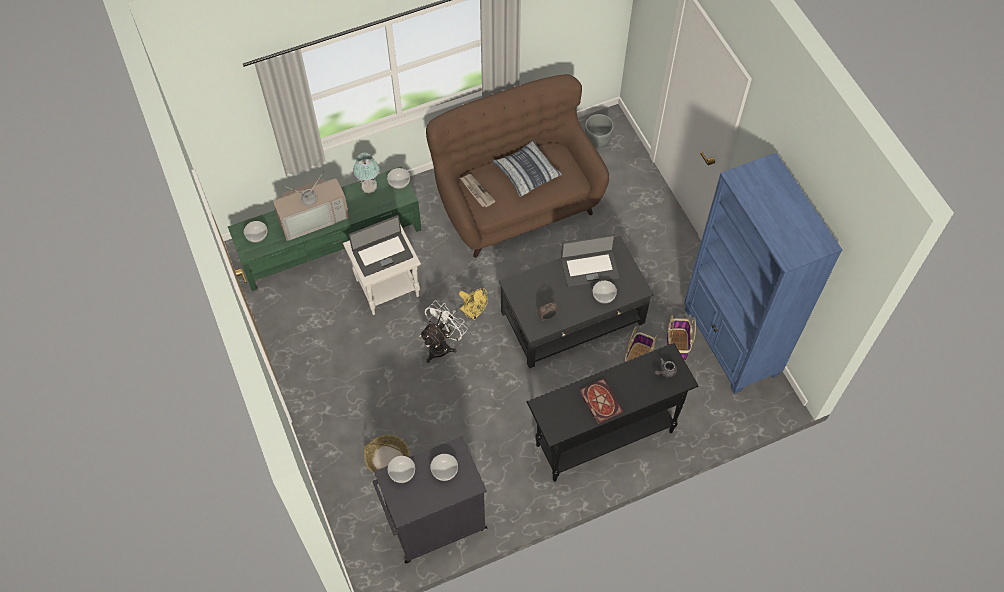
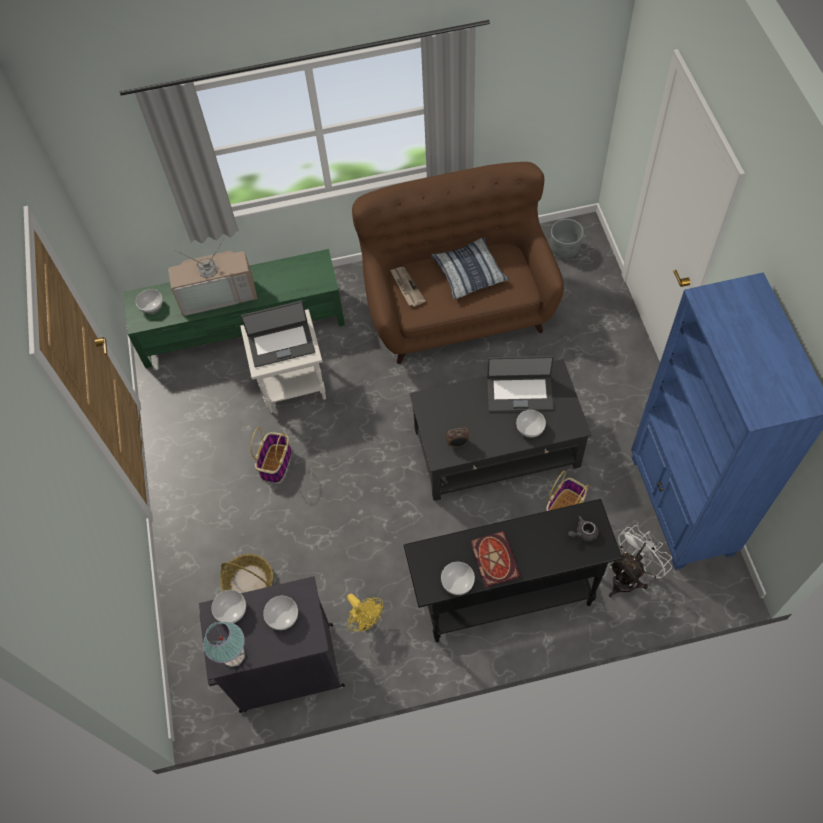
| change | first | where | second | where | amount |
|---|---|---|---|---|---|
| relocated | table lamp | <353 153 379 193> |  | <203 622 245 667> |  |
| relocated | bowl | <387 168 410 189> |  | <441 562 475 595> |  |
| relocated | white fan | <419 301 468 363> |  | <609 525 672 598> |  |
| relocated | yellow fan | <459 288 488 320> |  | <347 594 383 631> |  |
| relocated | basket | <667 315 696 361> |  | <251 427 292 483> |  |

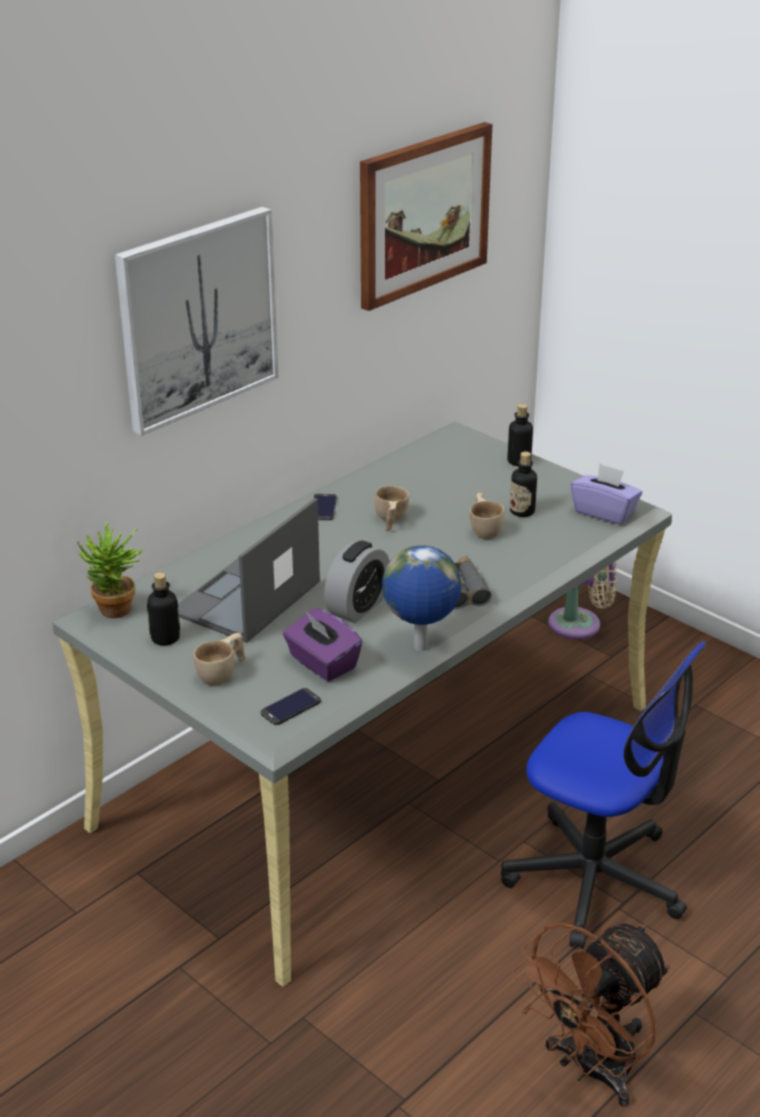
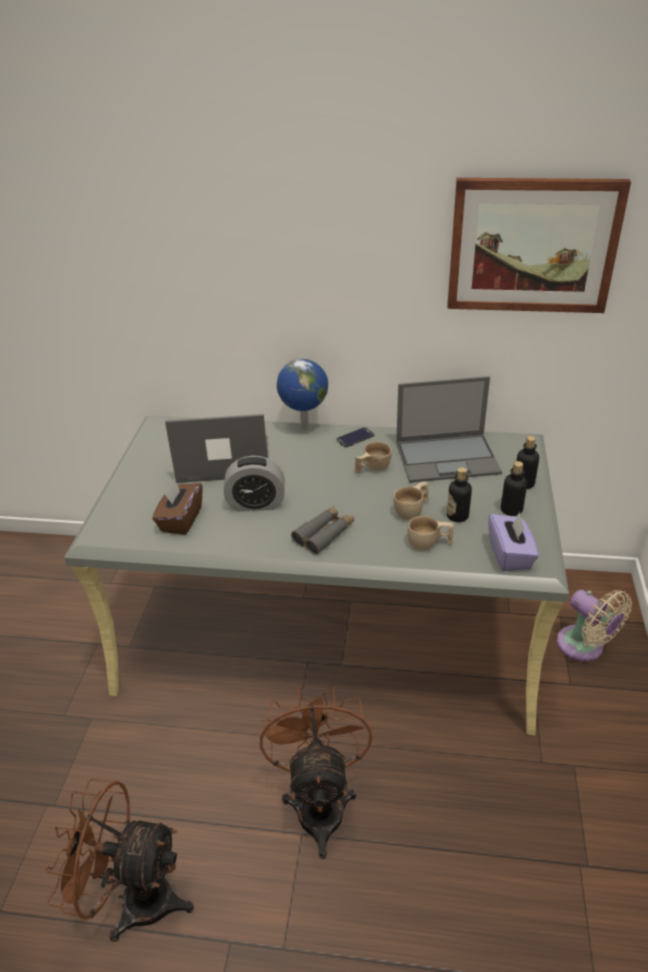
| change | first | where | second | where | amount |
|---|---|---|---|---|---|
| missing | potted plant | <77 521 145 618> |  |  |  |
| missing | picture | <115 207 278 436> |  |  |  |
| missing | phone | <261 688 321 725> |  |  |  |
| appeared |  |  | laptop | <396 376 502 483> |  |
| relocated | bottle | <147 572 180 646> |  | <501 461 527 516> |  |
| relocated | beige cup | <193 633 245 686> |  | <408 516 454 551> |  |
| relocated | globe | <382 546 461 651> |  | <277 359 328 429> |  |
| exchanged | office chair | <501 641 707 949> | brown fan | <260 686 372 859> |  |
| colour | purple tissue box | <283 608 363 681> | brown tissue box | <152 479 202 535> |  |

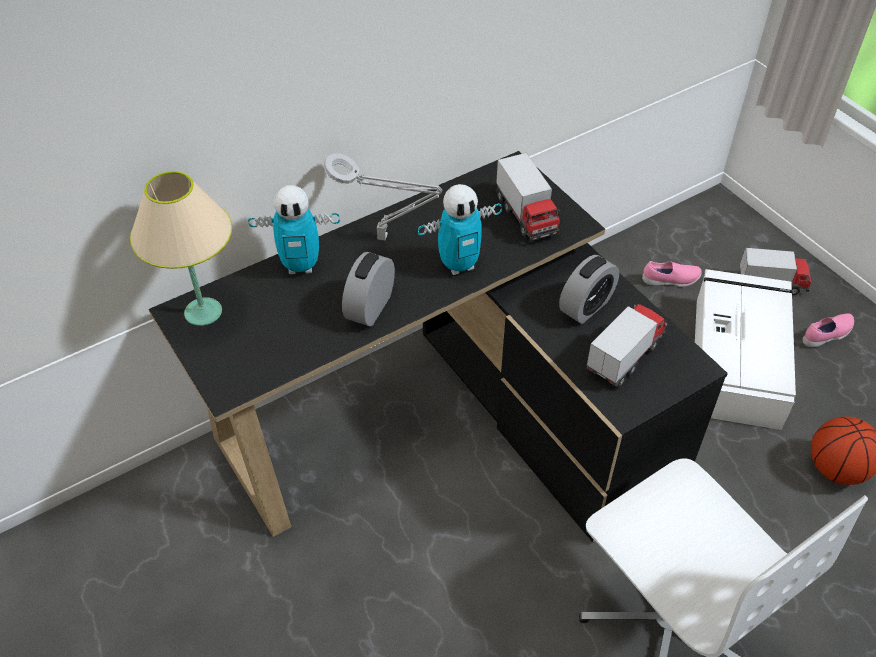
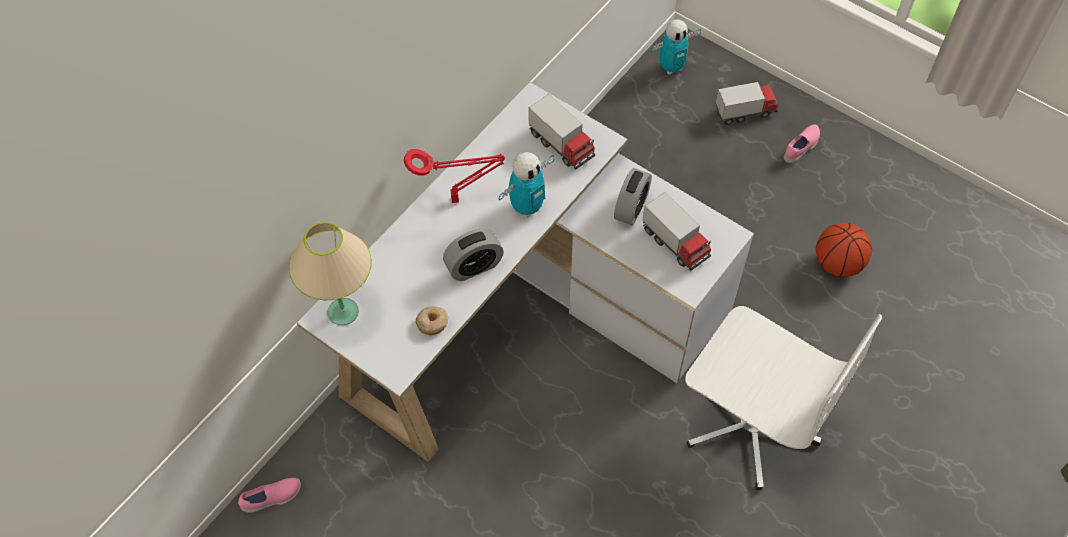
| change | first | where | second | where | amount |
|---|---|---|---|---|---|
| missing | white storage box | <695 269 796 430> |  |  |  |
| appeared |  |  | donut | <416 306 448 336> |  |
| relocated | toy robot | <248 185 340 274> |  | <649 19 701 75> |  |
| relocated | pink shoe | <642 261 702 287> |  | <238 478 301 512> |  |
| colour | black desk | <149 151 728 542> | white desk | <297 82 754 462> |  |
| colour | grey table lamp | <324 153 442 240> | red table lamp | <404 149 505 203> |  |
| spun | alarm clock | <342 252 395 326> |  | <443 229 504 281> | 120 degrees counterclockwise |
| spun | toy truck | <587 304 668 388> |  | <643 192 711 271> | 120 degrees clockwise |

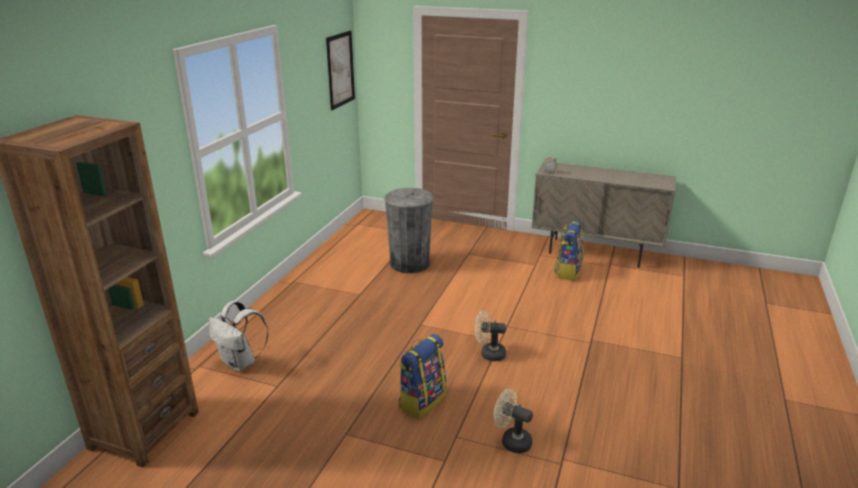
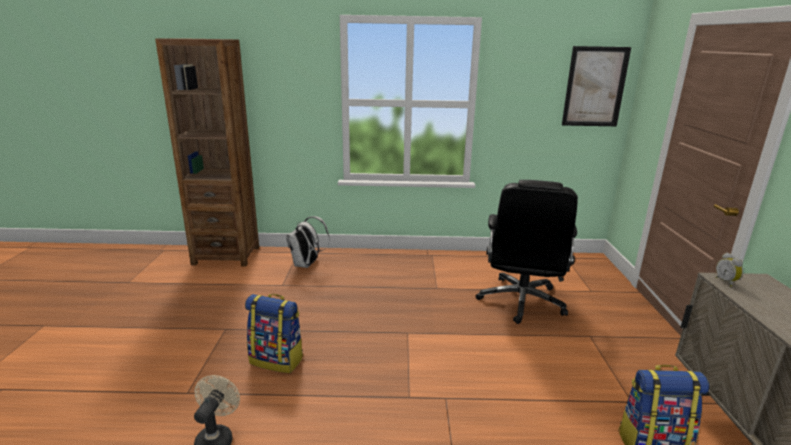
| change | first | where | second | where | amount |
|---|---|---|---|---|---|
| missing | beige fan | <475 310 506 361> |  |  |  |
| exchanged | grey trash can | <384 188 434 273> | black office chair | <476 180 578 324> |  |

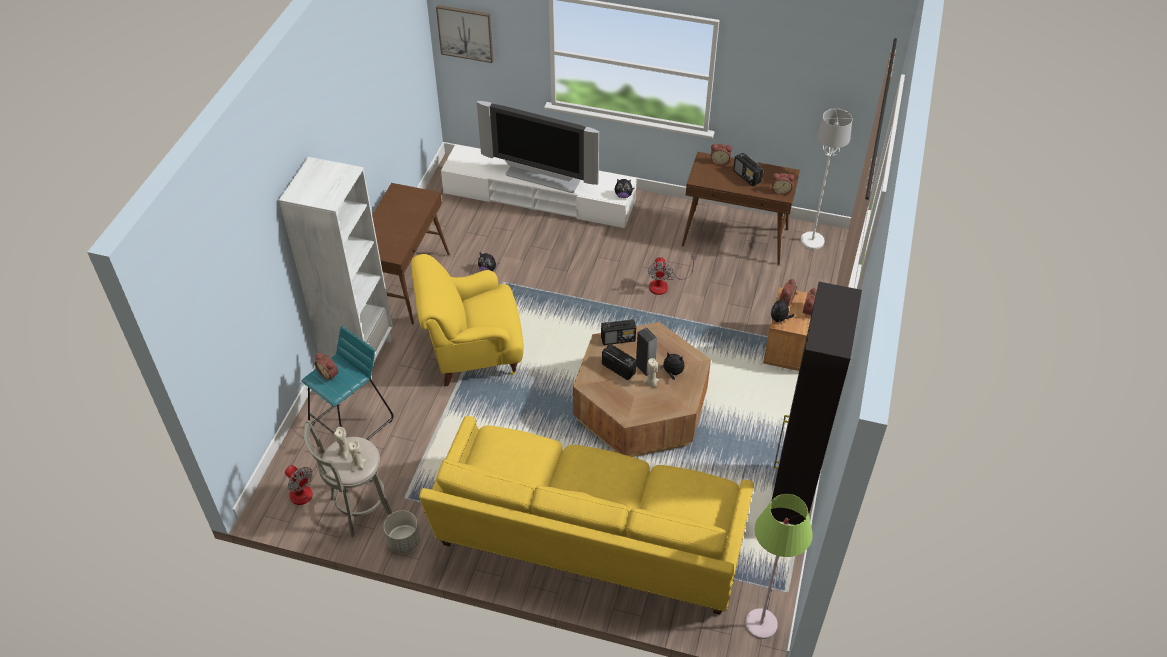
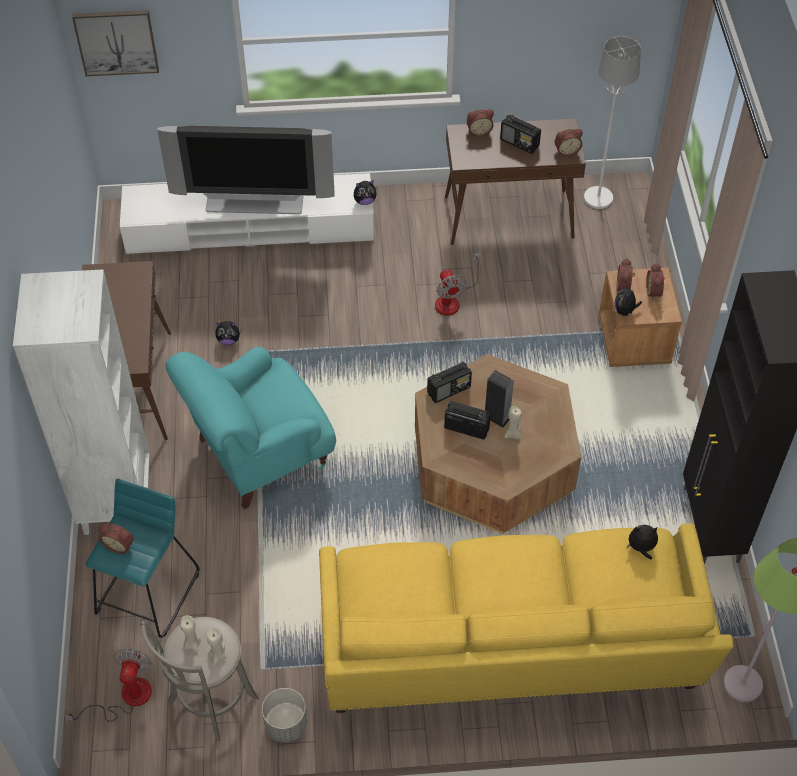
| change | first | where | second | where | amount |
|---|---|---|---|---|---|
| relocated | plush toy | <660 352 684 380> |  | <627 525 658 559> |  |
| colour | yellow armchair | <411 254 524 386> | turquoise armchair | <165 347 336 509> |  |
| spun | fan | <285 437 318 505> |  | <64 648 152 722> | 105 degrees counterclockwise |

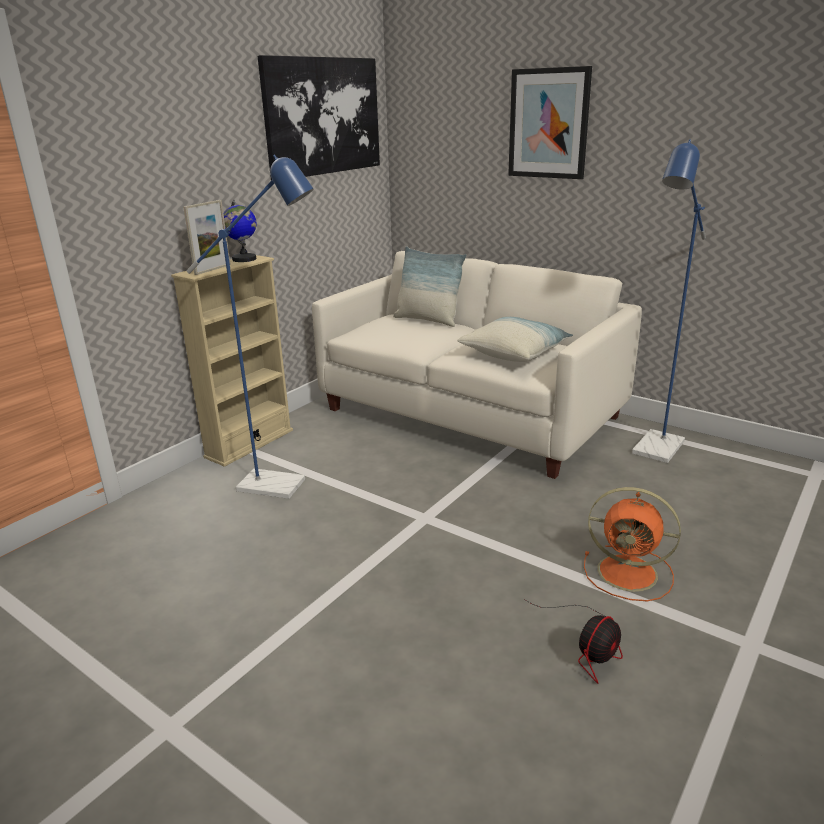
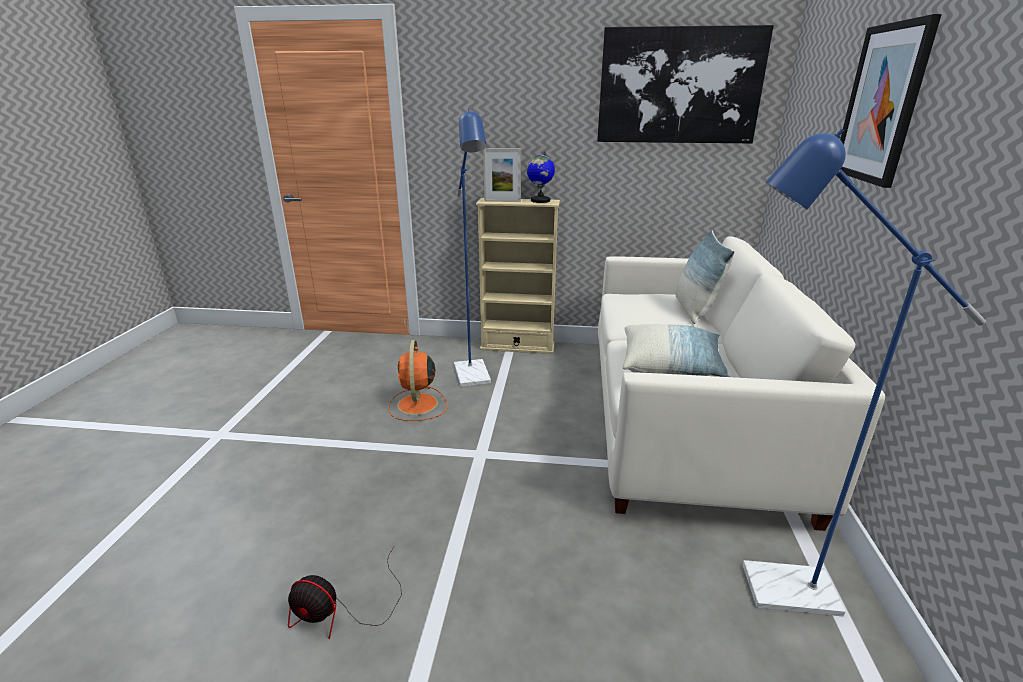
| change | first | where | second | where | amount |
|---|---|---|---|---|---|
| relocated | orange fan | <584 487 681 601> |  | <388 340 447 421> |  |

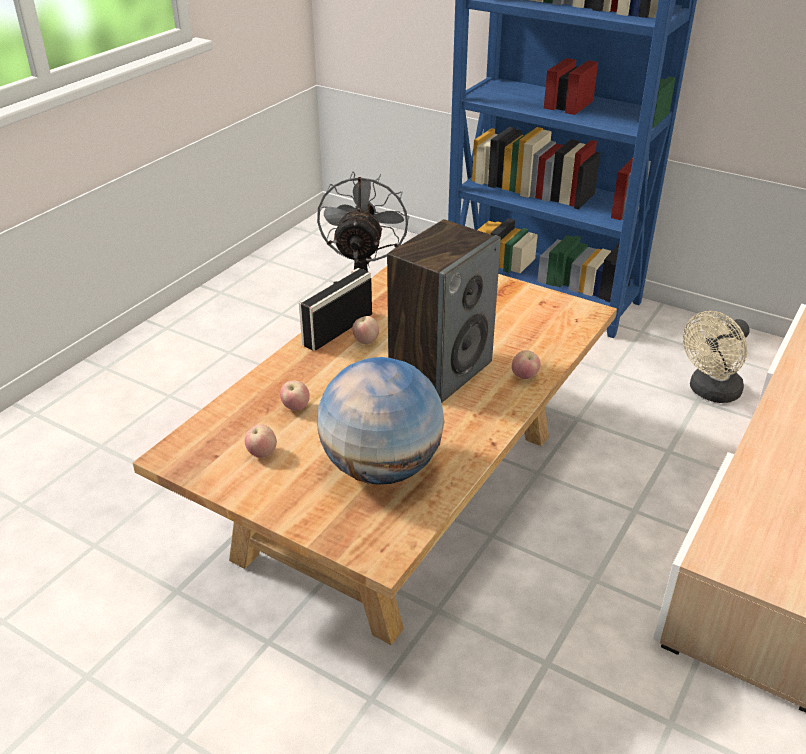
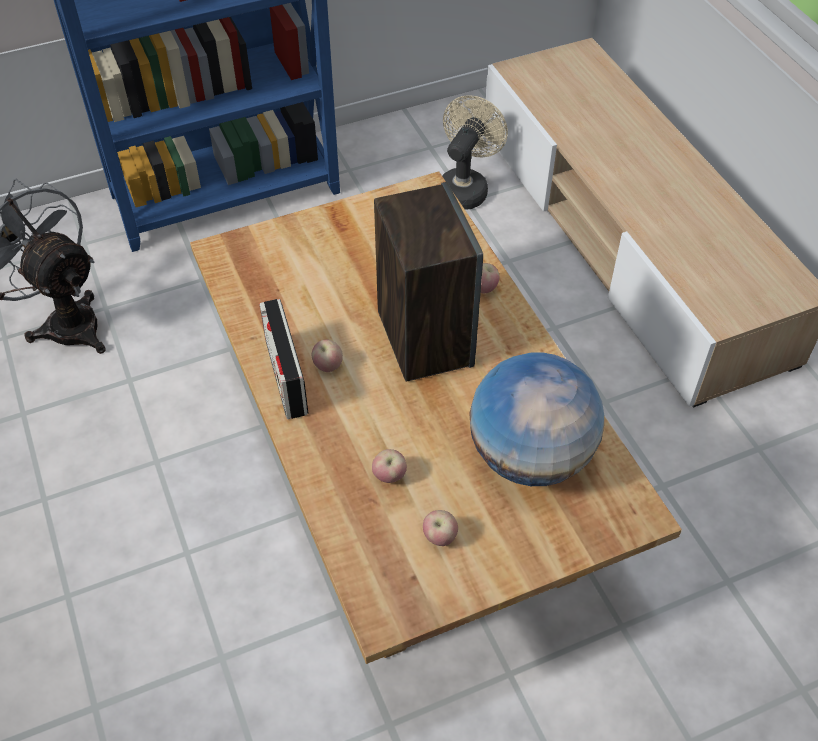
| change | first | where | second | where | amount |
|---|---|---|---|---|---|
| spun | beige fan | <683 311 750 403> |  | <442 96 508 210> | 150 degrees counterclockwise |

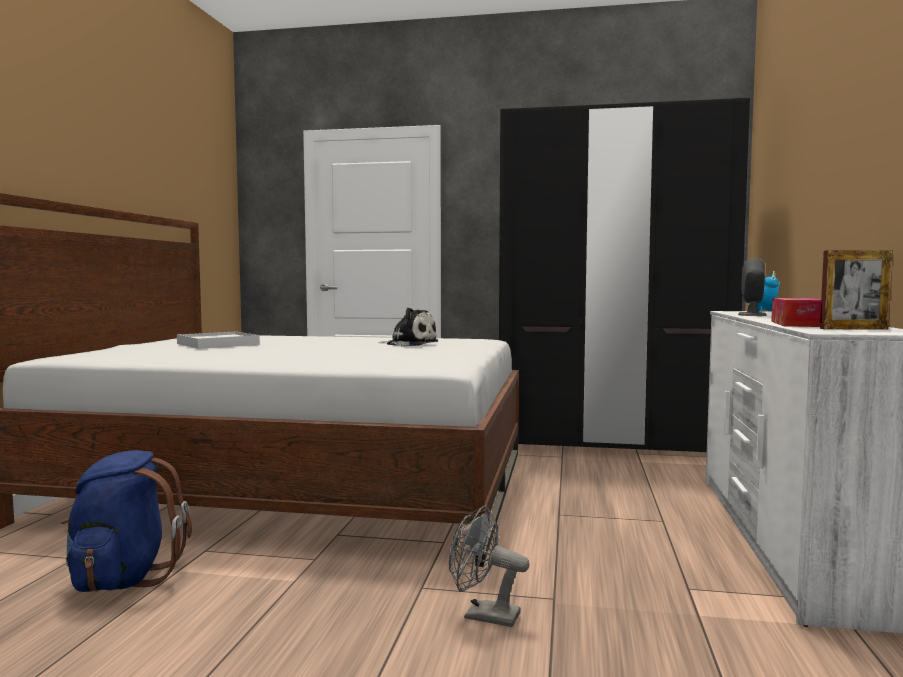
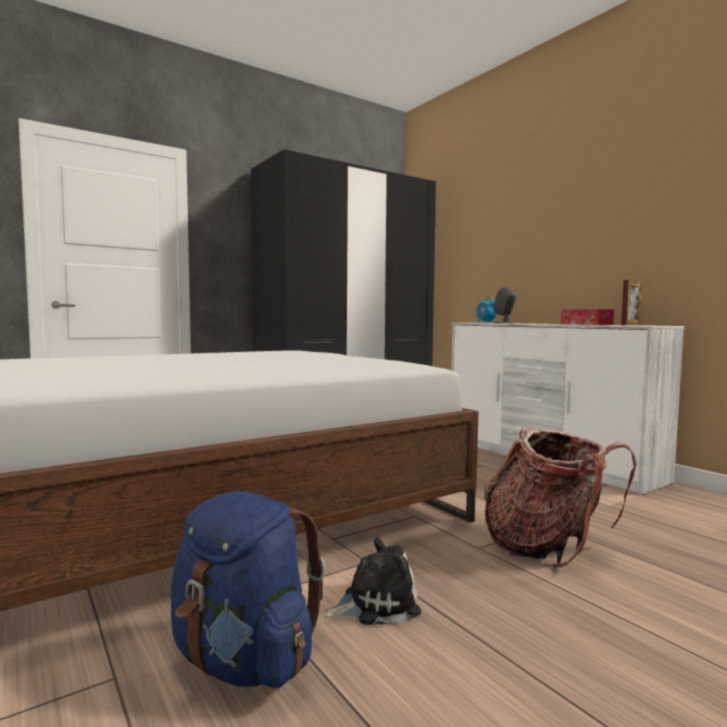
| change | first | where | second | where | amount |
|---|---|---|---|---|---|
| missing | white tray | <177 332 260 349> |  |  |  |
| relocated | plush toy | <378 307 438 347> |  | <324 537 421 625> |  |
| exchanged | grey fan | <449 506 530 627> | backpack | <484 428 637 568> |  |

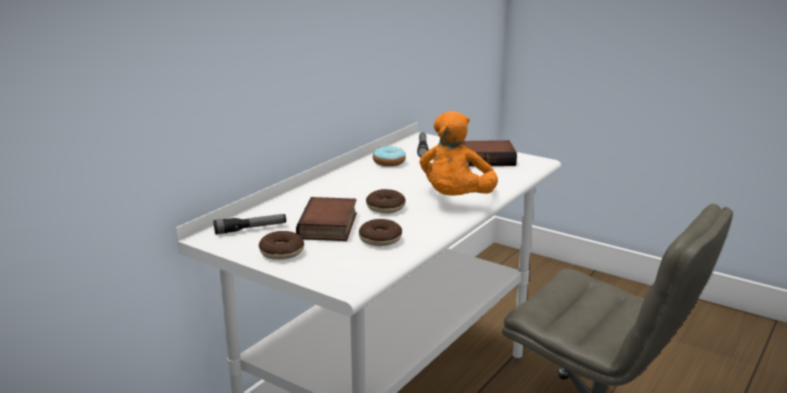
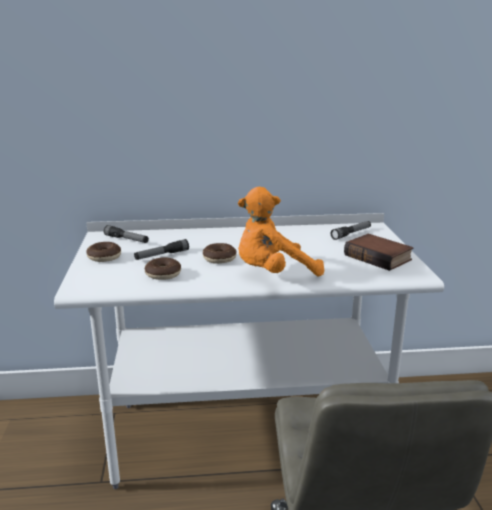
| change | first | where | second | where | amount |
|---|---|---|---|---|---|
| missing | donut | <373 146 406 167> |  |  |  |
| exchanged | book | <296 197 357 241> | flashlight | <134 239 189 260> |  |

